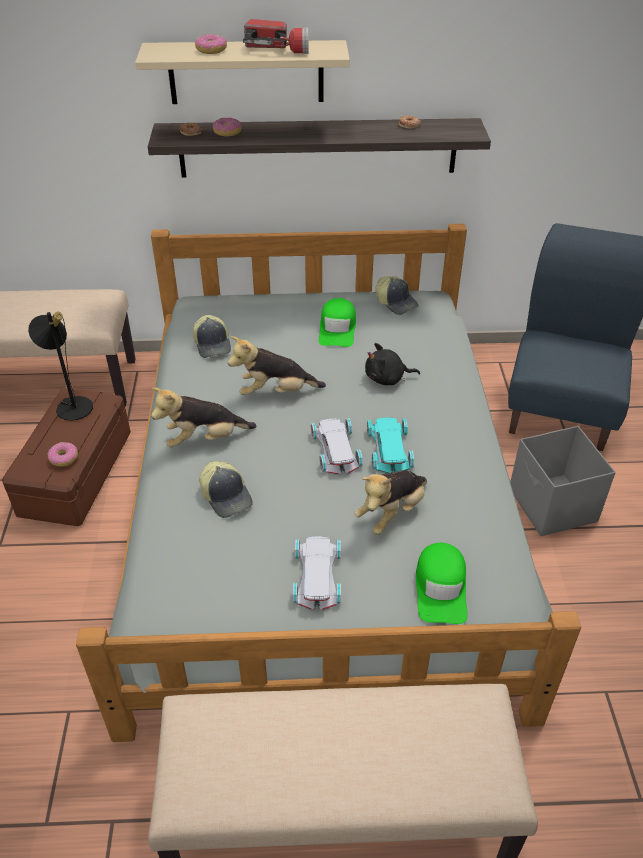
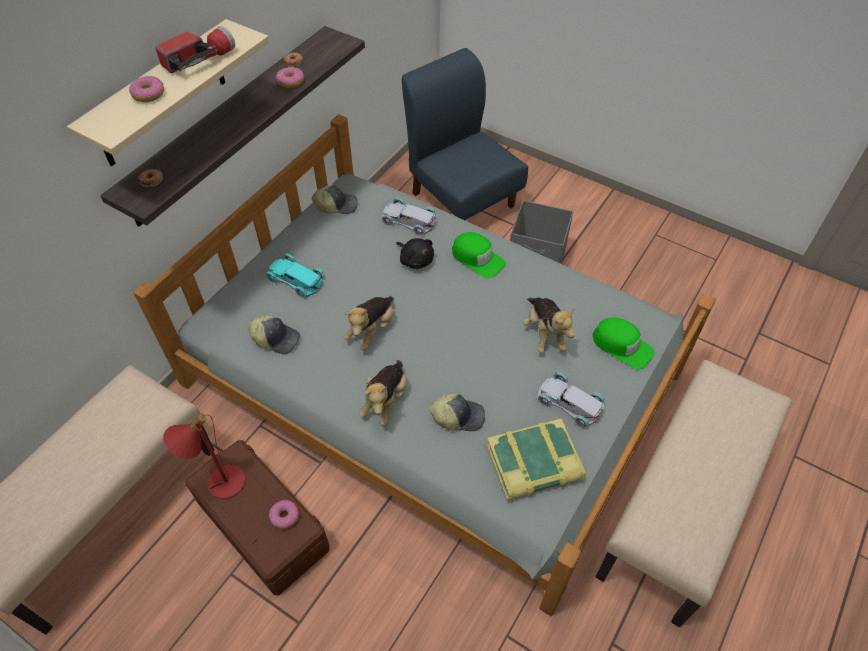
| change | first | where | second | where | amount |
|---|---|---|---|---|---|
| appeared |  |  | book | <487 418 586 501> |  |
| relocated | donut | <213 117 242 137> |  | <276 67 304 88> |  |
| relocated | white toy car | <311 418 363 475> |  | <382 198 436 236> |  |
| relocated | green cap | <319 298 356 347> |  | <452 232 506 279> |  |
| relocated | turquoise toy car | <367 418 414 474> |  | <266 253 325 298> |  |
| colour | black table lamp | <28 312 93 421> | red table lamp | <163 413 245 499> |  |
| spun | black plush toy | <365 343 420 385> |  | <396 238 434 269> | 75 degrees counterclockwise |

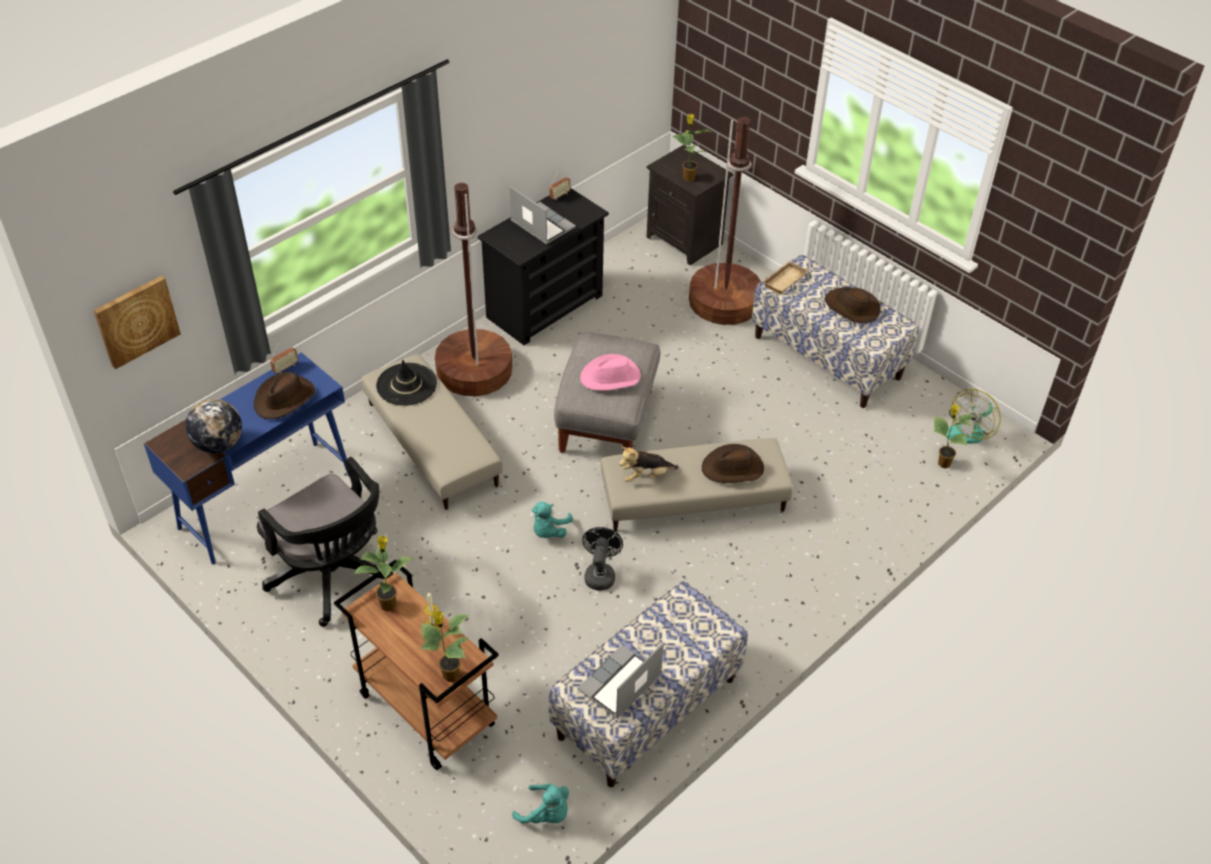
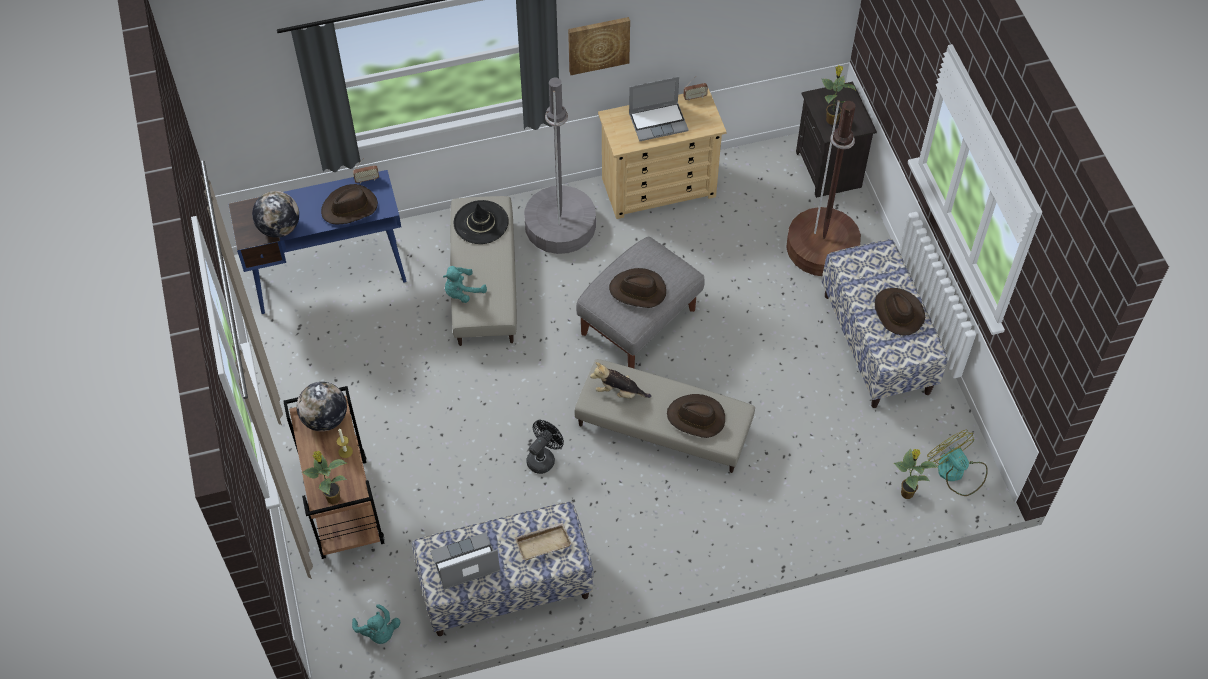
| change | first | where | second | where | amount |
|---|---|---|---|---|---|
| missing | black office chair | <257 457 393 627> |  |  |  |
| relocated | picture | <93 276 181 369> |  | <568 17 630 75> |  |
| relocated | turquoise plush toy | <532 502 573 538> |  | <443 266 487 303> |  |
| relocated | beige tray | <762 261 808 294> |  | <515 522 572 560> |  |
| exchanged | potted plant | <353 536 415 611> | globe | <296 382 347 432> |  |
| colour | brown floor lamp | <435 183 512 396> | grey floor lamp | <524 78 596 254> |  |
| colour | black dresser | <478 188 609 345> | beige dresser | <598 88 727 219> |  |
| colour | pink hat | <580 354 641 391> | brown hat | <609 268 666 308> |  |
| spun | laptop | <510 186 576 244> |  | <629 76 689 141> | 90 degrees clockwise |
| spun | fan | <946 389 1001 444> |  | <927 430 988 496> | 75 degrees clockwise |

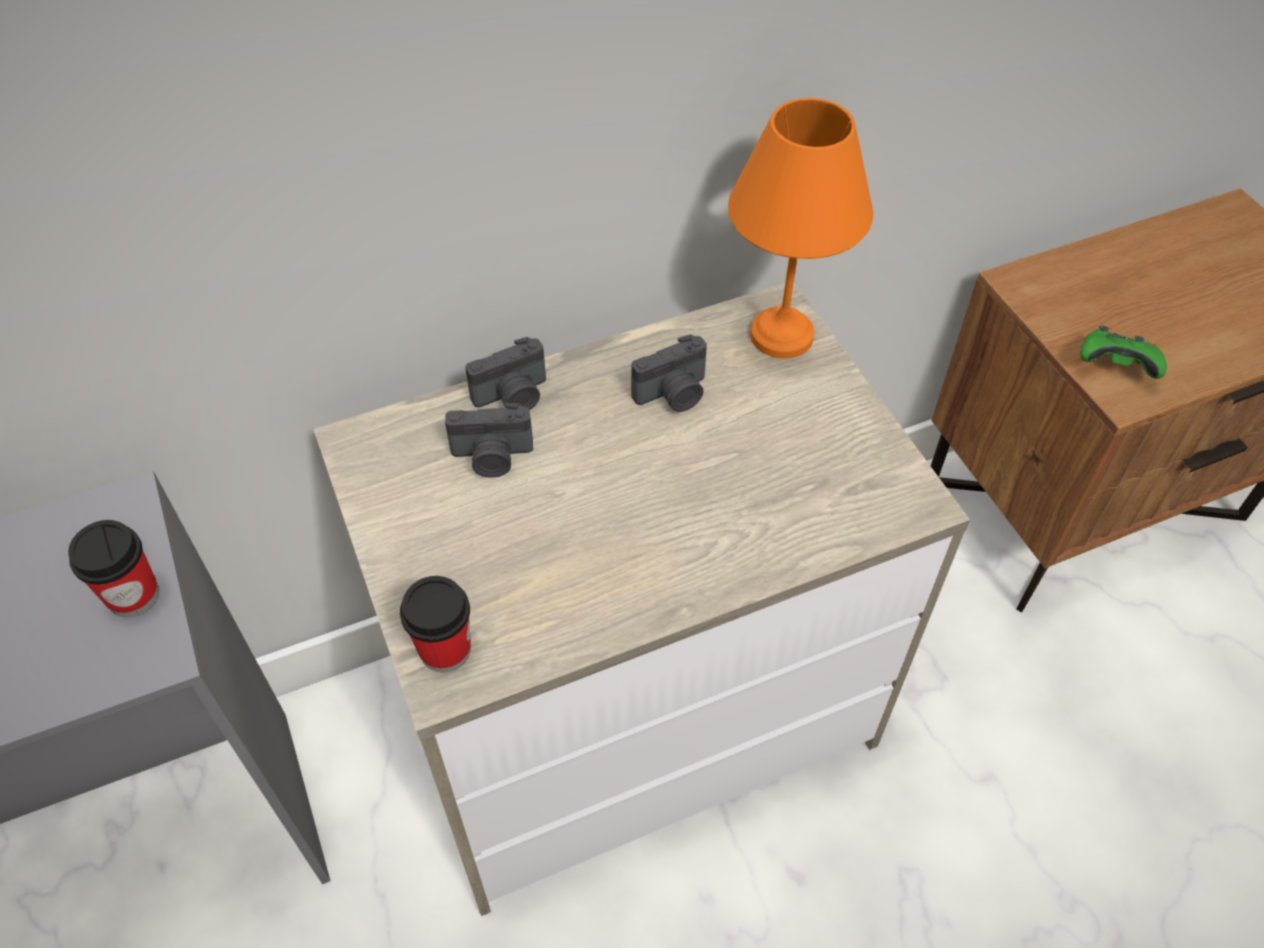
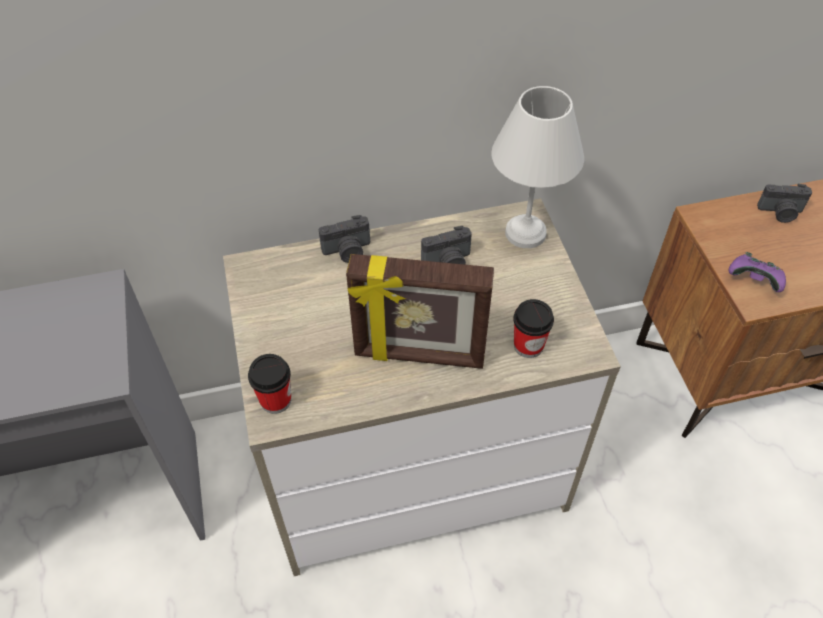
| change | first | where | second | where | amount |
|---|---|---|---|---|---|
| appeared |  |  | picture frame | <346 254 494 369> |  |
| relocated | cup | <68 520 159 618> |  | <513 299 554 358> |  |
| relocated | photo camera | <445 403 533 478> |  | <757 184 812 223> |  |
| colour | orange table lamp | <728 98 873 359> | white table lamp | <491 86 584 248> |  |
| colour | green game controller | <1080 325 1167 379> | purple game controller | <729 252 786 292> |  |

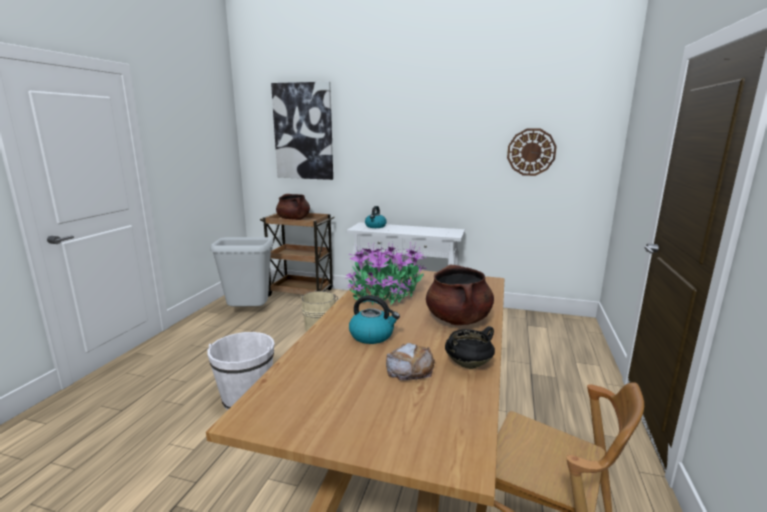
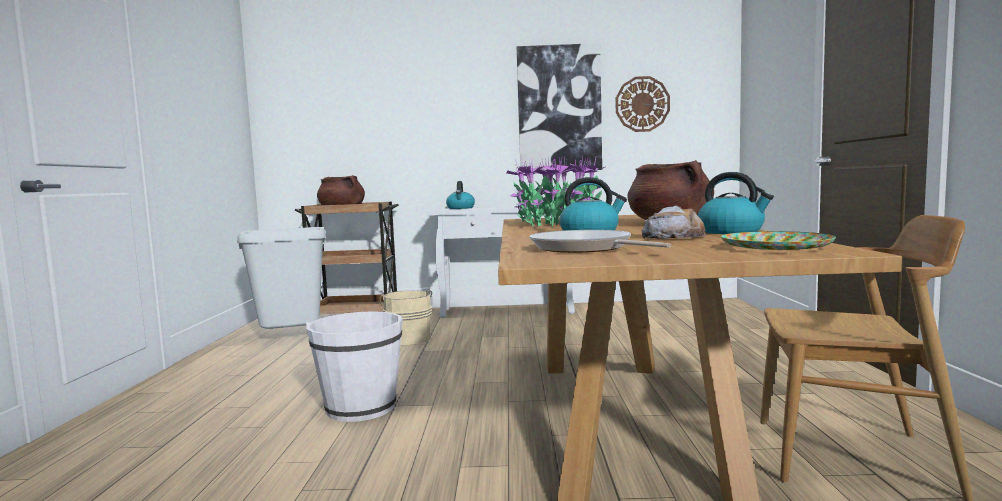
| change | first | where | second | where | amount |
|---|---|---|---|---|---|
| appeared |  |  | frying pan | <529 230 671 253> |  |
| appeared |  |  | plate | <721 231 836 250> |  |
| relocated | picture | <271 82 333 180> |  | <517 43 602 171> |  |
| exchanged | black cooking pot | <445 326 495 369> | kettle | <698 172 774 234> |  |

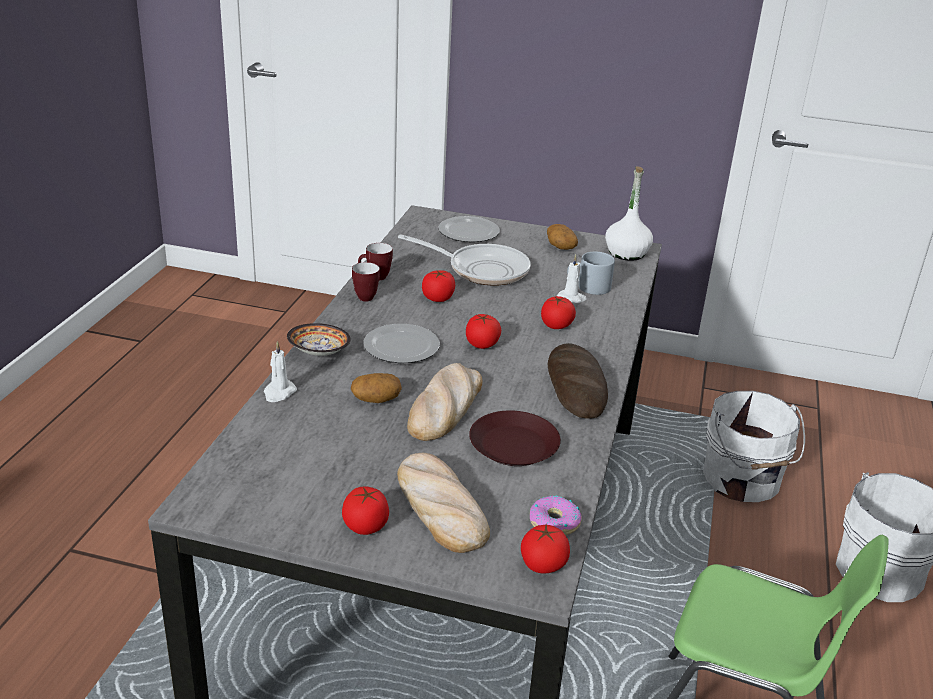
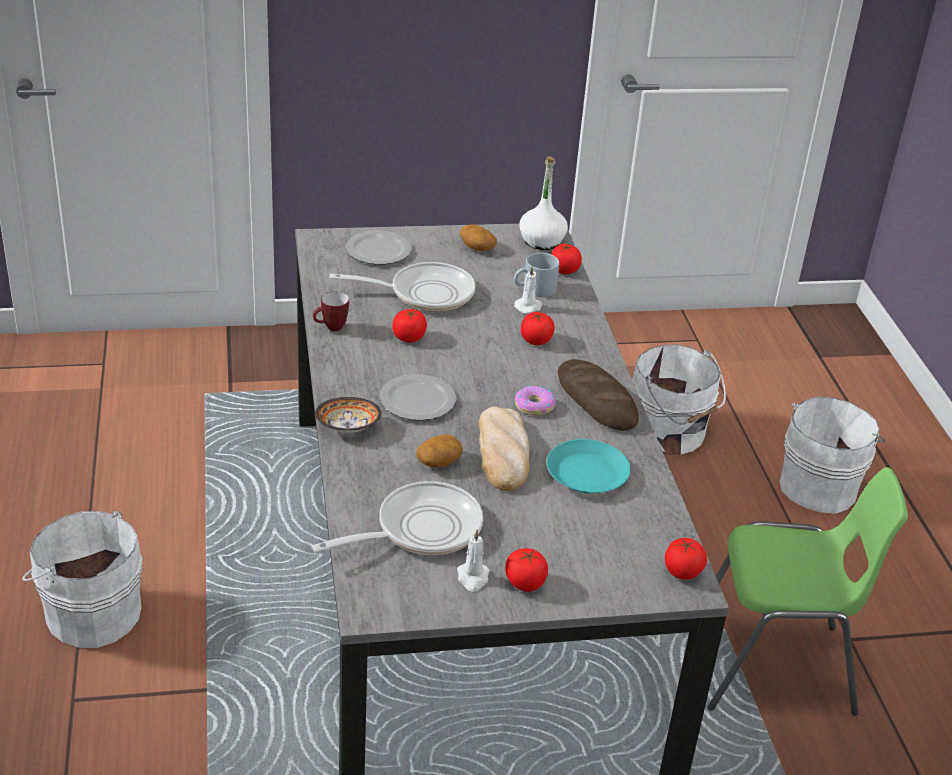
| change | first | where | second | where | amount |
|---|---|---|---|---|---|
| missing | mug | <352 262 380 302> |  |  |  |
| missing | bread | <397 453 490 553> |  |  |  |
| appeared |  |  | white bucket | <22 511 143 648> |  |
| appeared |  |  | frying pan | <312 481 483 555> |  |
| relocated | white candle | <264 341 297 402> |  | <457 529 489 592> |  |
| relocated | tomato | <466 314 501 349> |  | <551 243 582 274> |  |
| relocated | donut | <530 495 582 535> |  | <515 386 556 415> |  |
| colour | brown plate | <469 410 561 466> | turquoise plate | <547 439 631 494> |  |

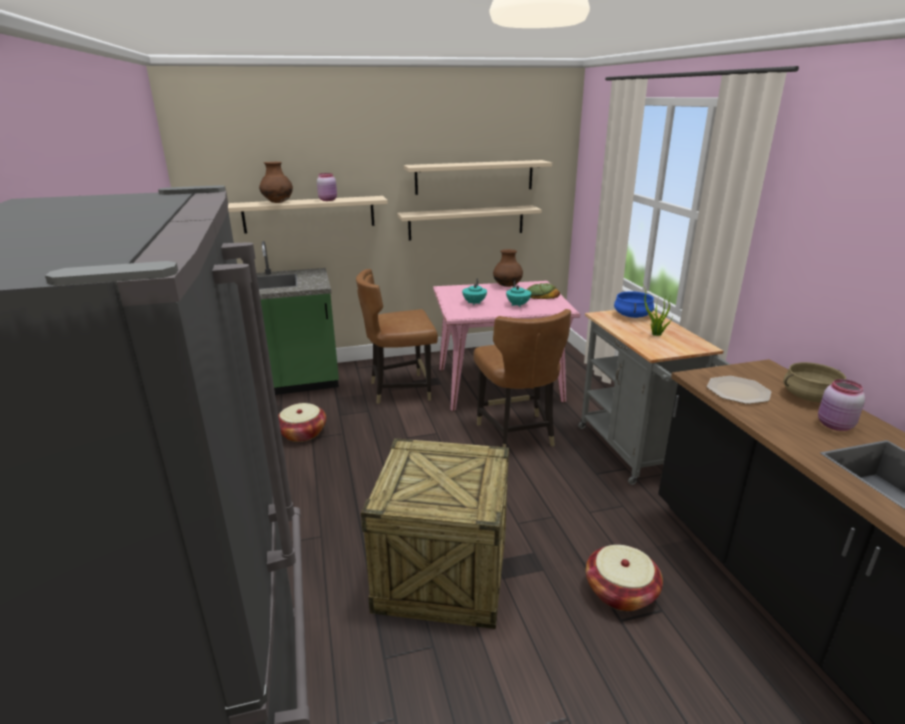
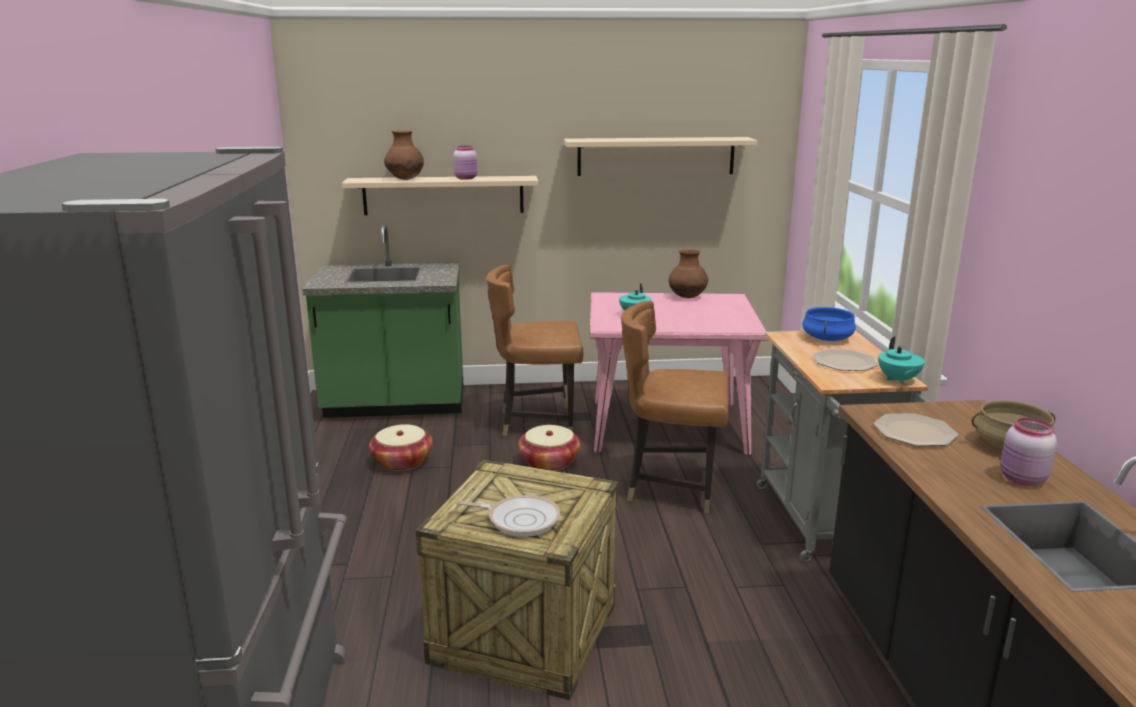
| change | first | where | second | where | amount |
|---|---|---|---|---|---|
| missing | beige shelf | <397 205 542 241> |  |  |  |
| missing | bread | <526 283 560 299> |  |  |  |
| appeared |  |  | frying pan | <456 495 560 537> |  |
| relocated | turquoise teapot | <506 280 531 307> |  | <878 336 925 384> |  |
| relocated | basket | <586 545 663 611> |  | <518 425 581 471> |  |
| exchanged | potted plant | <643 285 673 336> | plate | <813 349 878 371> |  |
| spun | brown chair | <474 309 571 447> |  | <621 301 729 513> | 105 degrees clockwise |

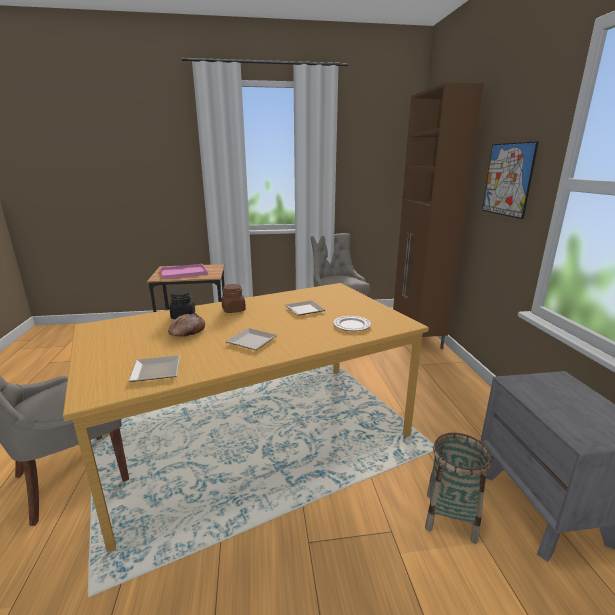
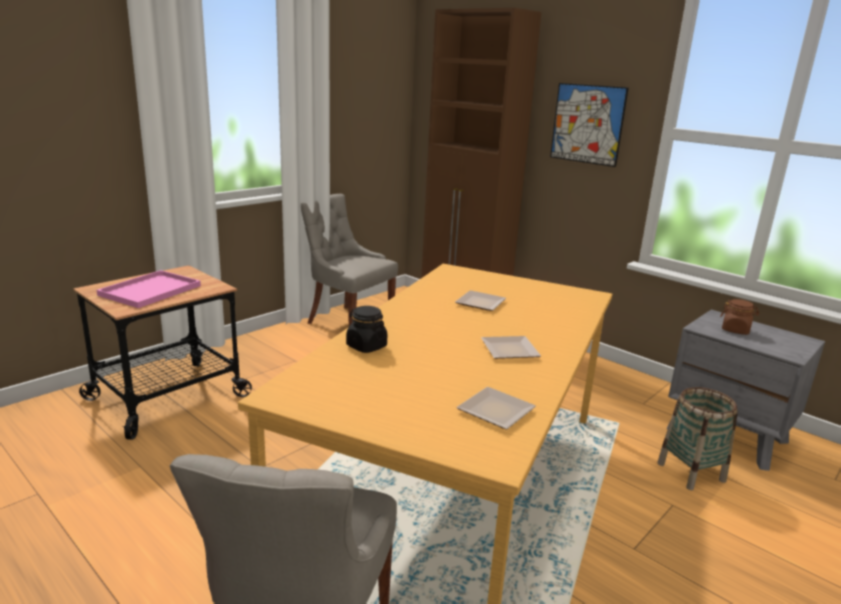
| change | first | where | second | where | amount |
|---|---|---|---|---|---|
| missing | bread | <168 313 205 337> |  |  |  |
| missing | plate | <333 316 371 331> |  |  |  |
| relocated | brown jar | <221 284 246 313> |  | <720 299 759 335> |  |

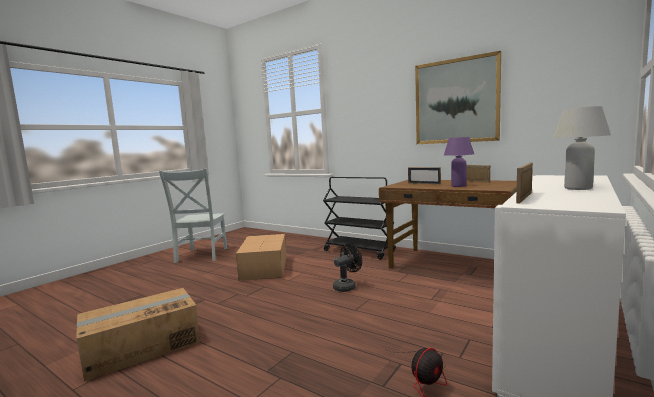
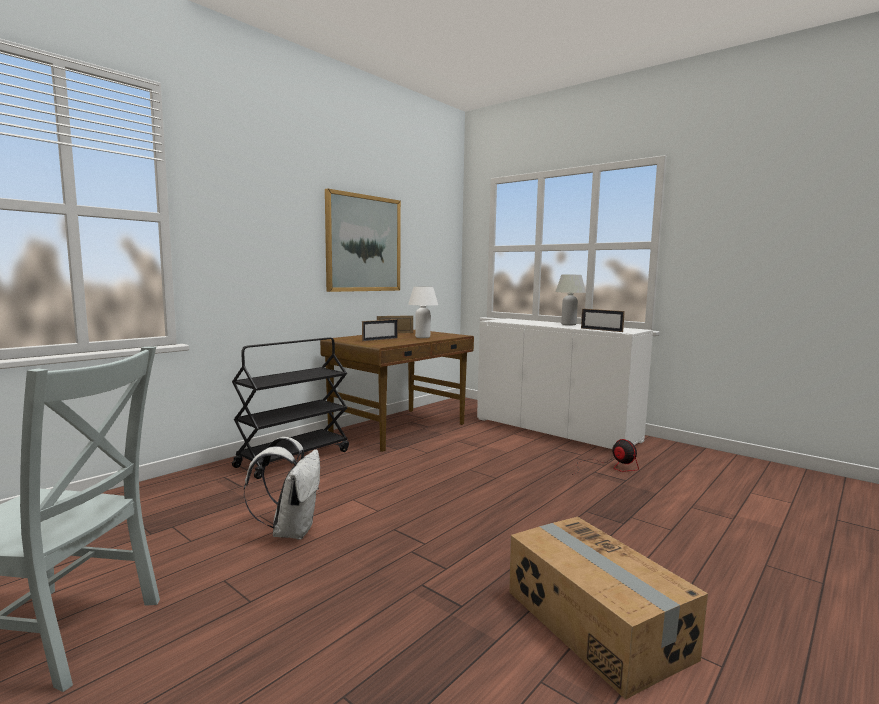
| change | first | where | second | where | amount |
|---|---|---|---|---|---|
| missing | black fan | <333 244 362 292> |  |  |  |
| exchanged | cardboard box | <236 234 287 281> | white backpack | <244 437 320 540> |  |
| colour | purple table lamp | <444 137 474 187> | white table lamp | <408 287 438 338> |  |

